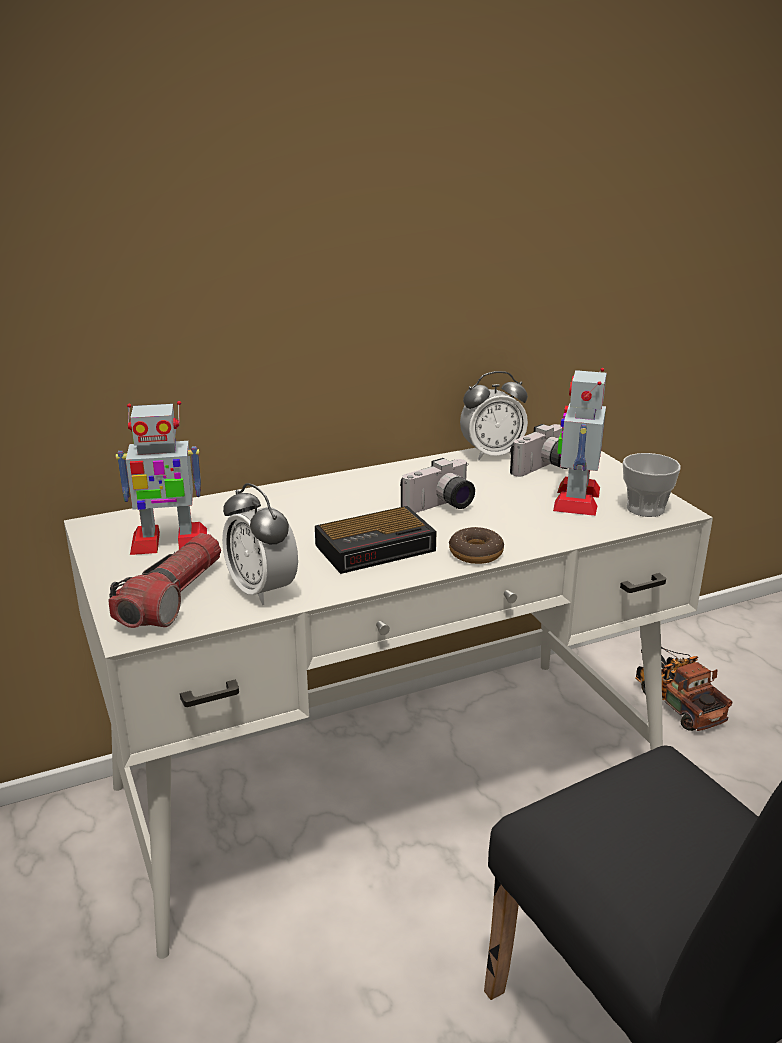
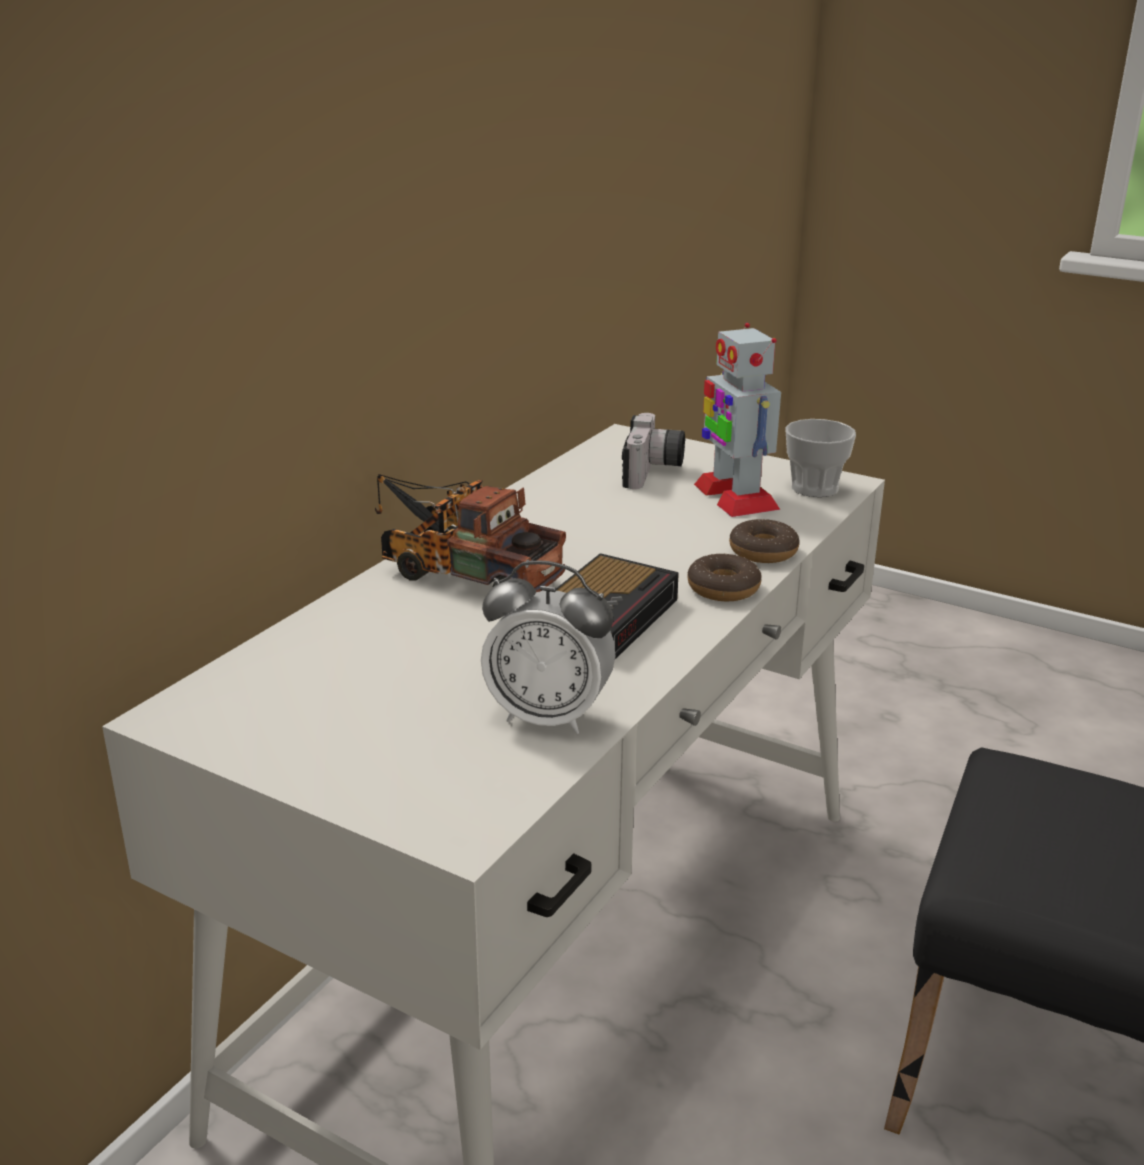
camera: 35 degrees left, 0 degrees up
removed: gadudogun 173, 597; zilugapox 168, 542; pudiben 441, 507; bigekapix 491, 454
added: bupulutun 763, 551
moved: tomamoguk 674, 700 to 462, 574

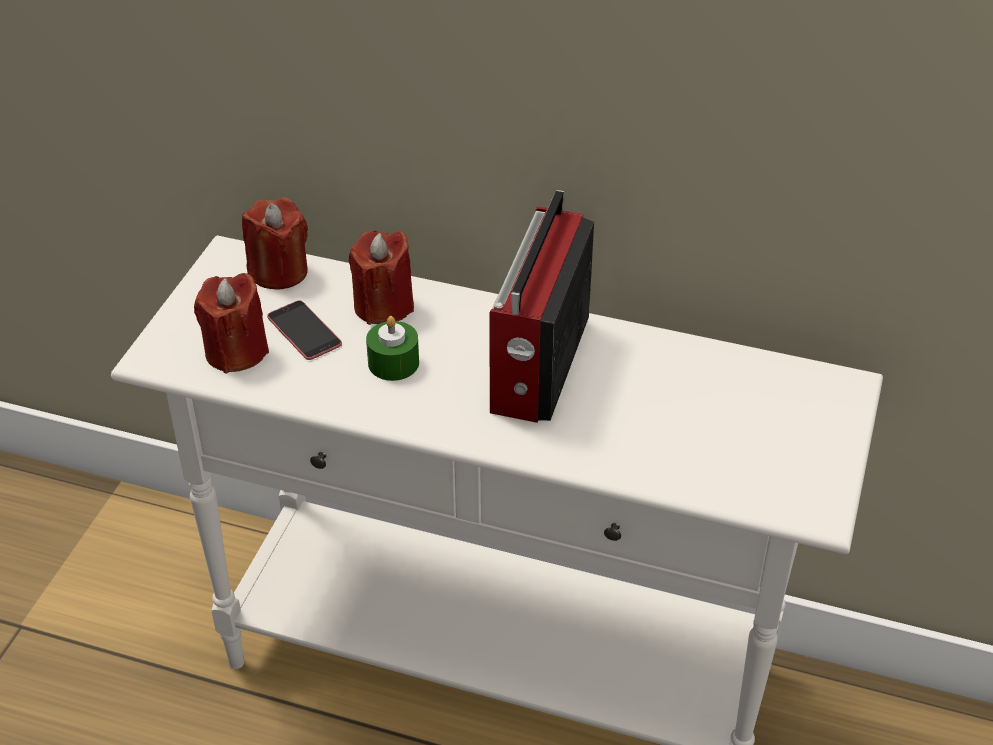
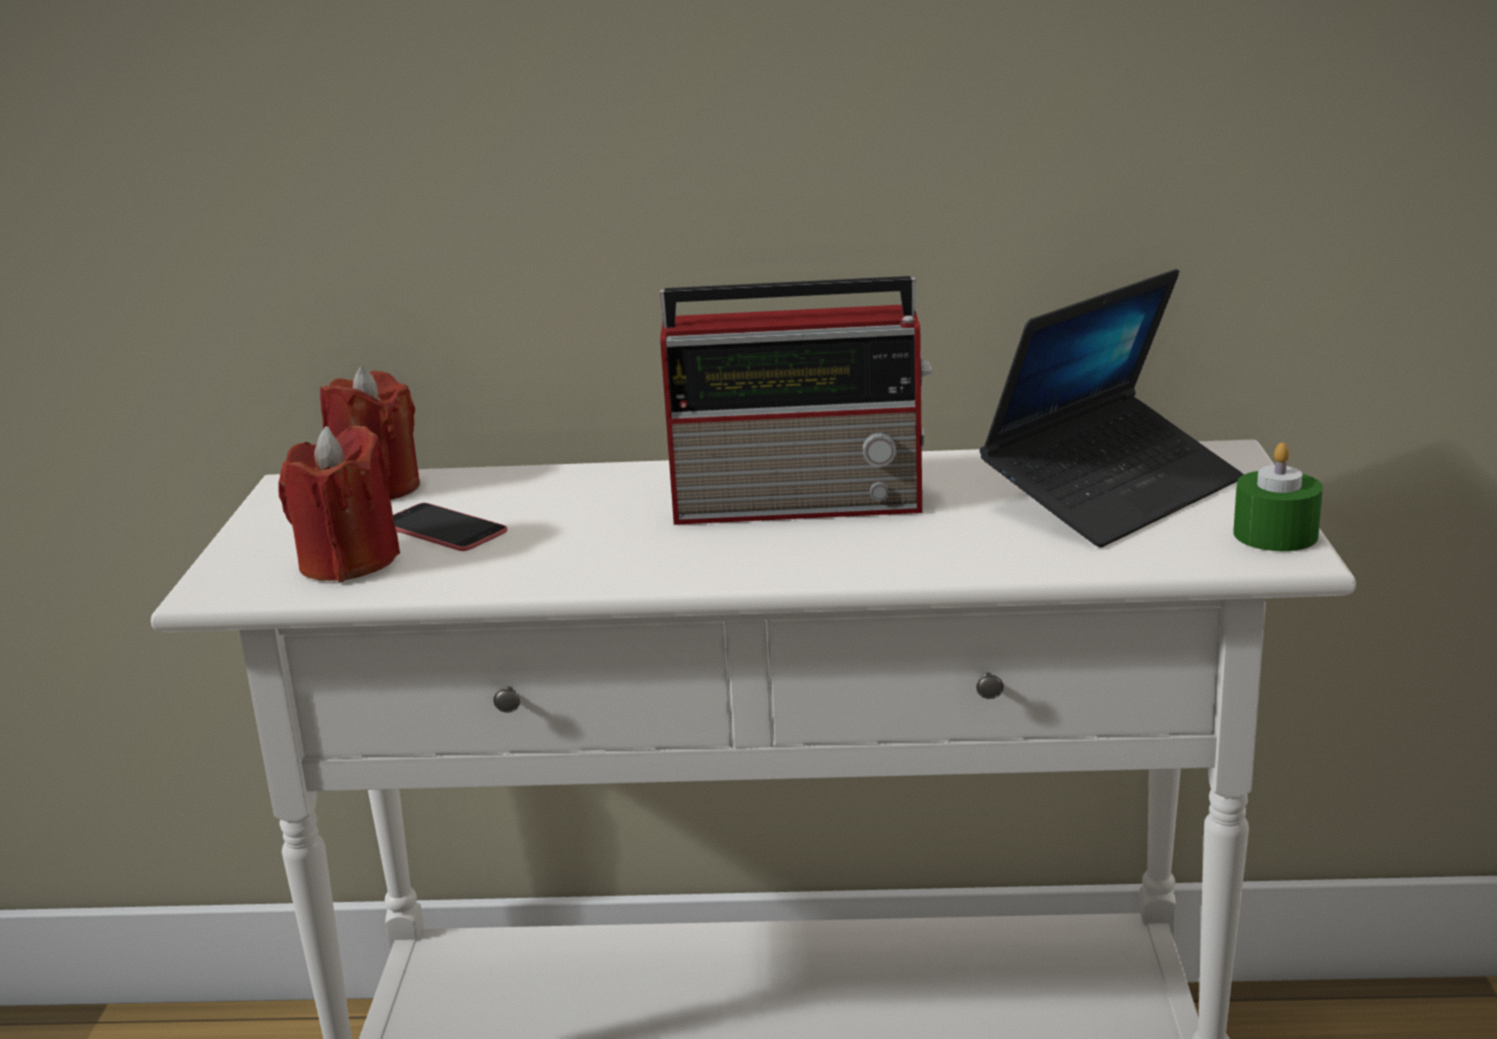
camera: 15 degrees left, 20 degrees down
removed: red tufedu 383, 306
added: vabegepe 1113, 493
moved: green tufedu 393, 363 to 1275, 534
turned: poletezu 537, 365 = 803, 503 90 degrees counterclockwise

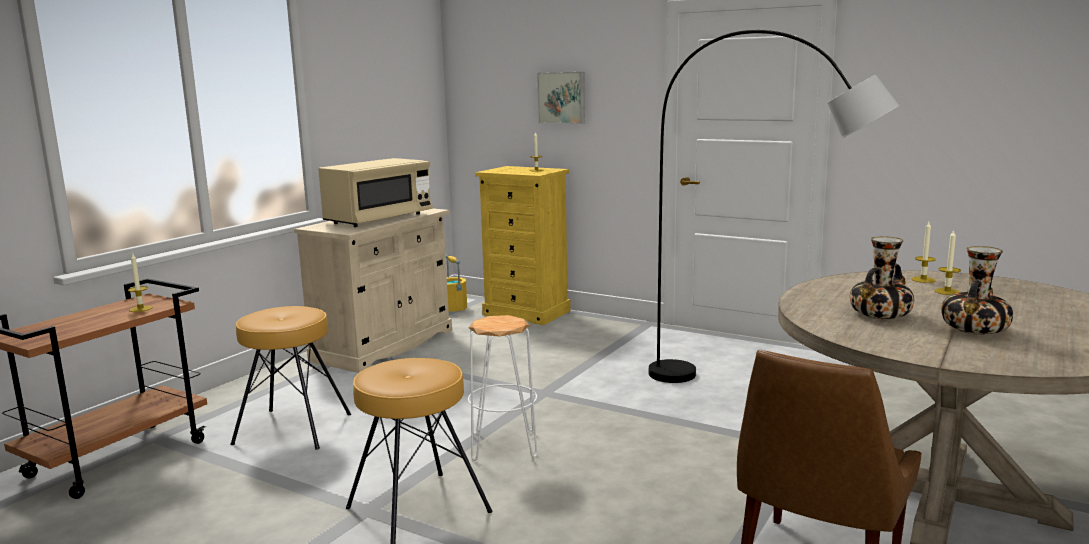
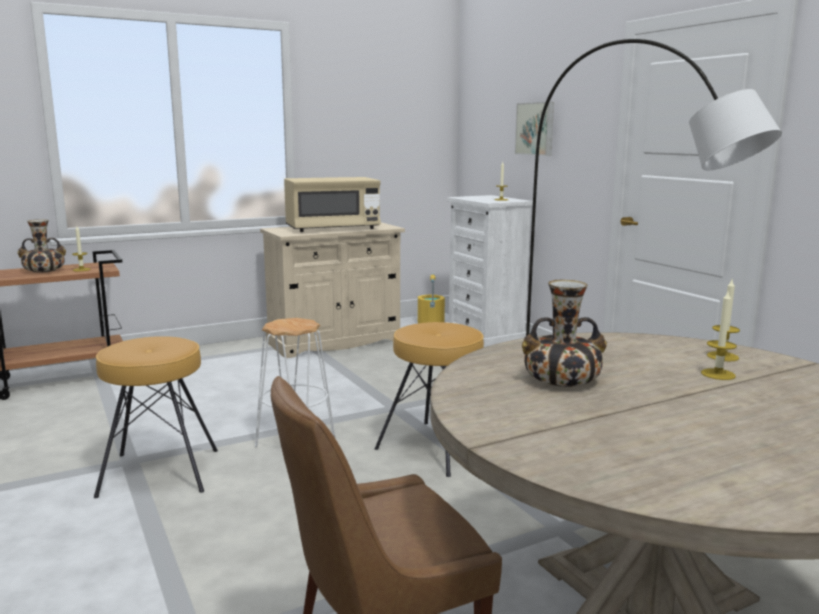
camera: 30 degrees right, 0 degrees up
moved: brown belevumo 293, 428 to 436, 447; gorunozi 975, 329 to 45, 270
recoloured: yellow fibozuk 527, 313 to white fibozuk 486, 338

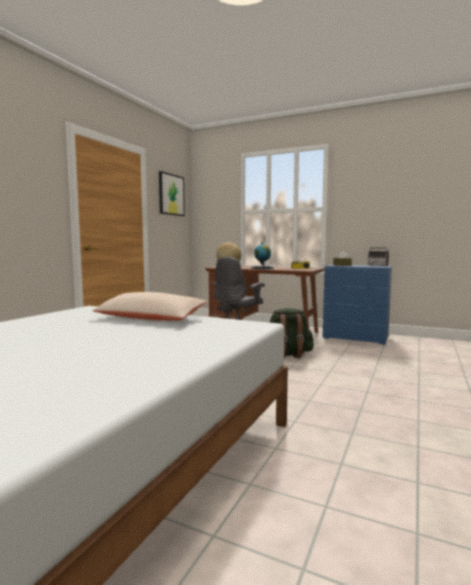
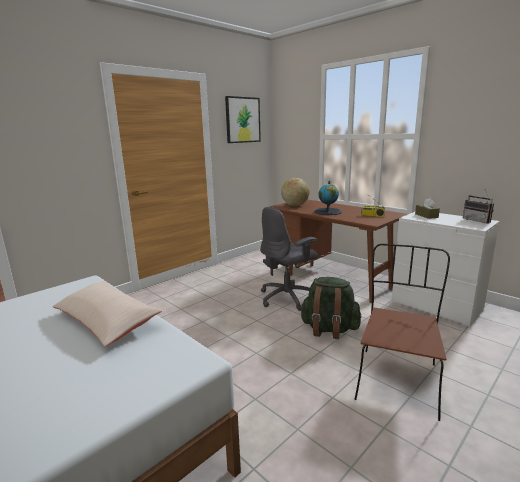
camera: 20 degrees right, 10 degrees up
added: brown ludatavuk 397, 380
recoloured: blue fibozuk 356, 338 to white fibozuk 436, 306

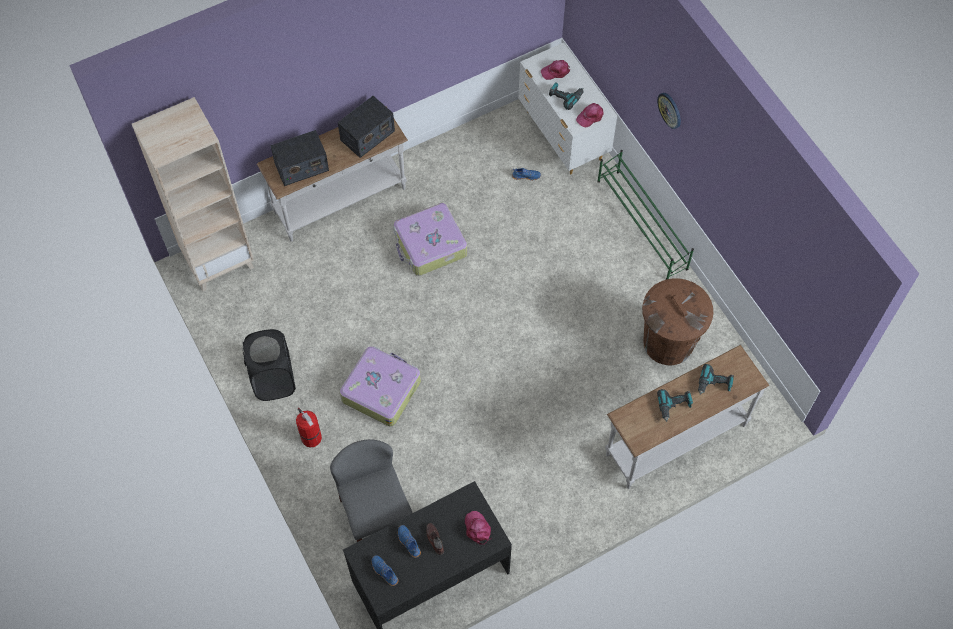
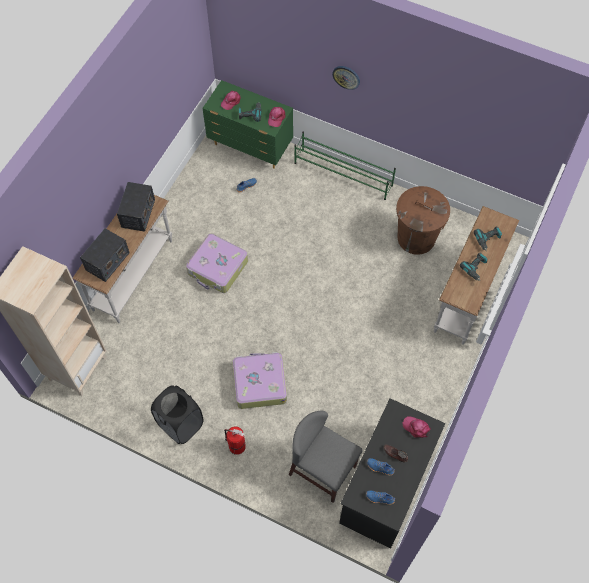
camera: 35 degrees left, 0 degrees up
recoloured: white fibozuk 563, 137 to green fibozuk 251, 147

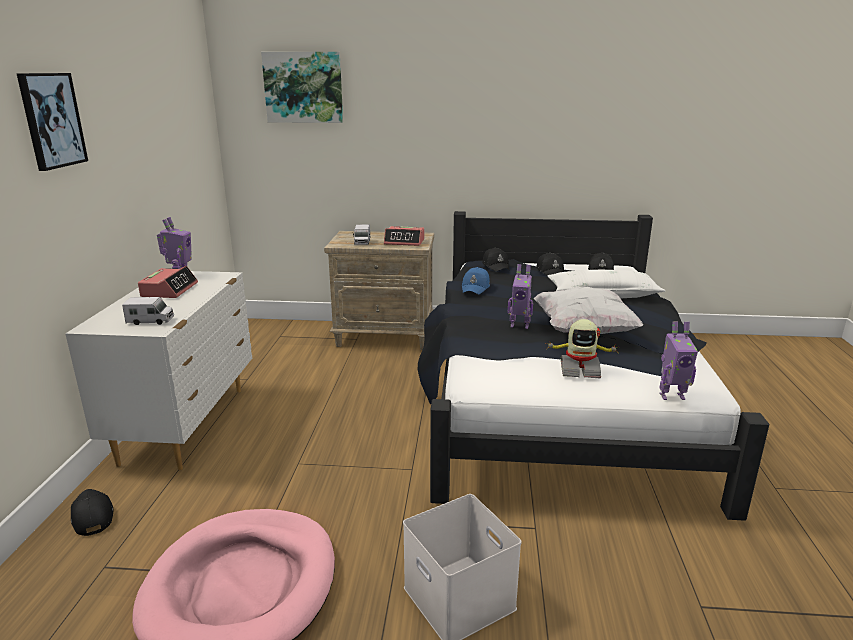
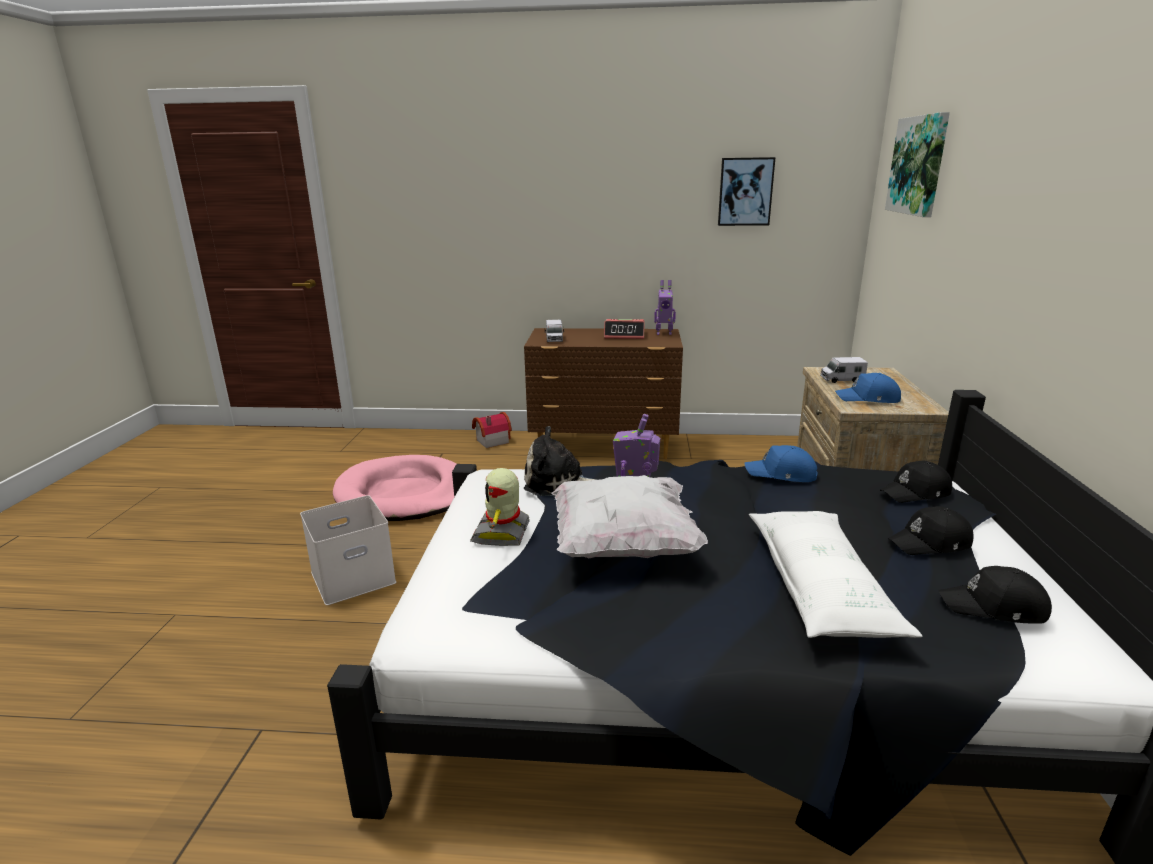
camera: 90 degrees right, 0 degrees up
removed: zilugapox 671, 395
added: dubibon 558, 483
moved: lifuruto 51, 120 to 745, 192
replaced: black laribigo 92, 517 to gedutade 490, 441; bigekapix 404, 242 to blue laribigo 868, 399
recoloured: white fibozuk 187, 424 to brown fibozuk 605, 447

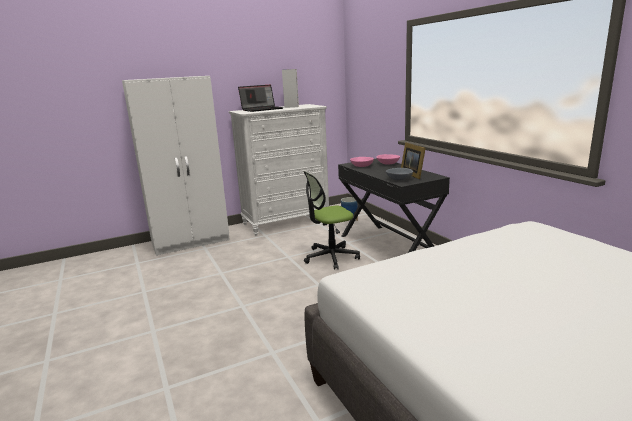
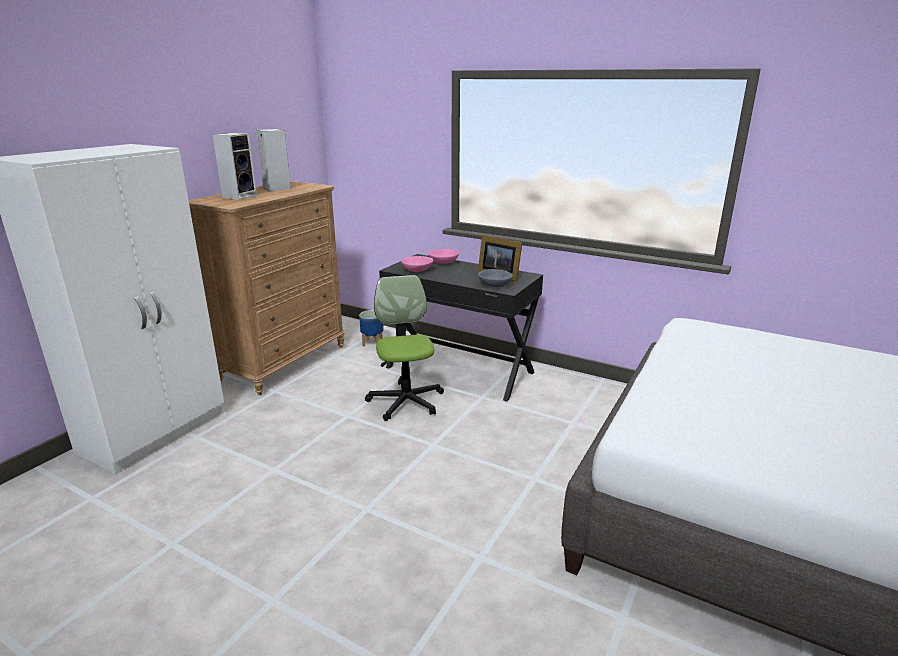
camera: 35 degrees left, 5 degrees up
replaced: vabegepe 262, 109 to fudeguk 240, 196
recoloured: white fibozuk 286, 222 to brown fibozuk 284, 362
turned: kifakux 331, 257 = 406, 401 135 degrees clockwise

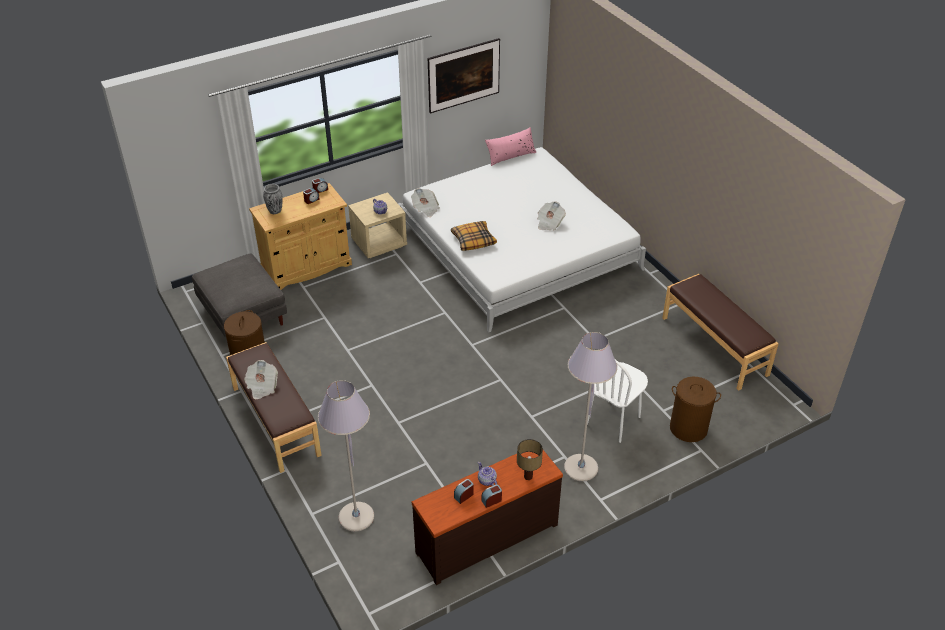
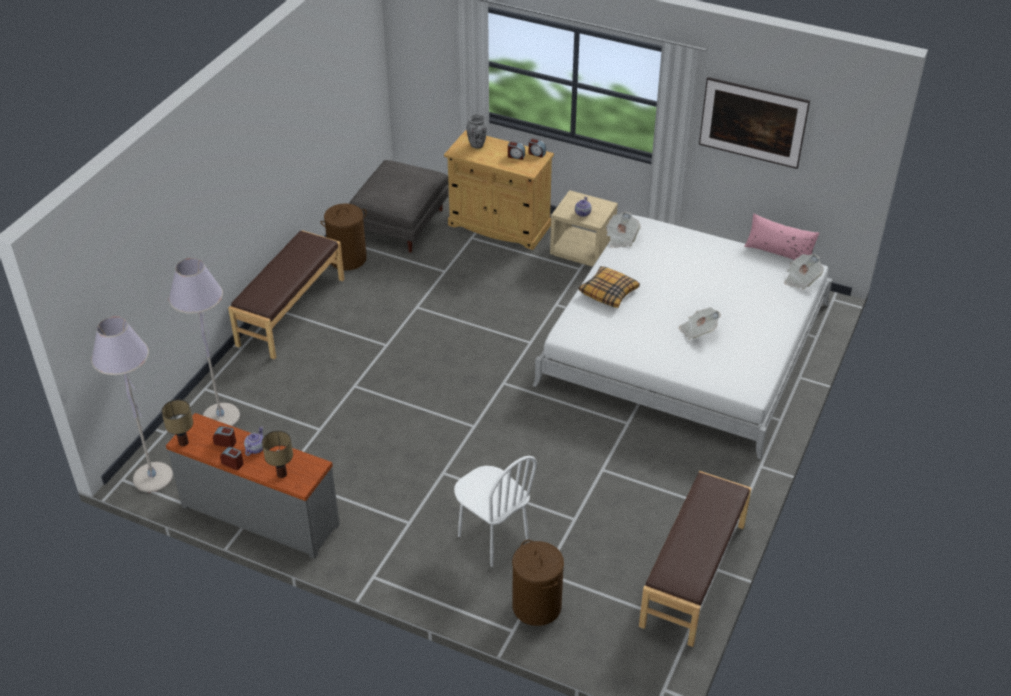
camera: 55 degrees right, 0 degrees up
added: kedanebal 183, 443
moved: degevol 262, 386 to 801, 279; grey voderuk 580, 468 to 153, 477
recoloured: brown fibozuk 486, 537 to grey fibozuk 261, 514
turned: white ludatavuk 613, 421 = 492, 538 135 degrees counterclockwise

